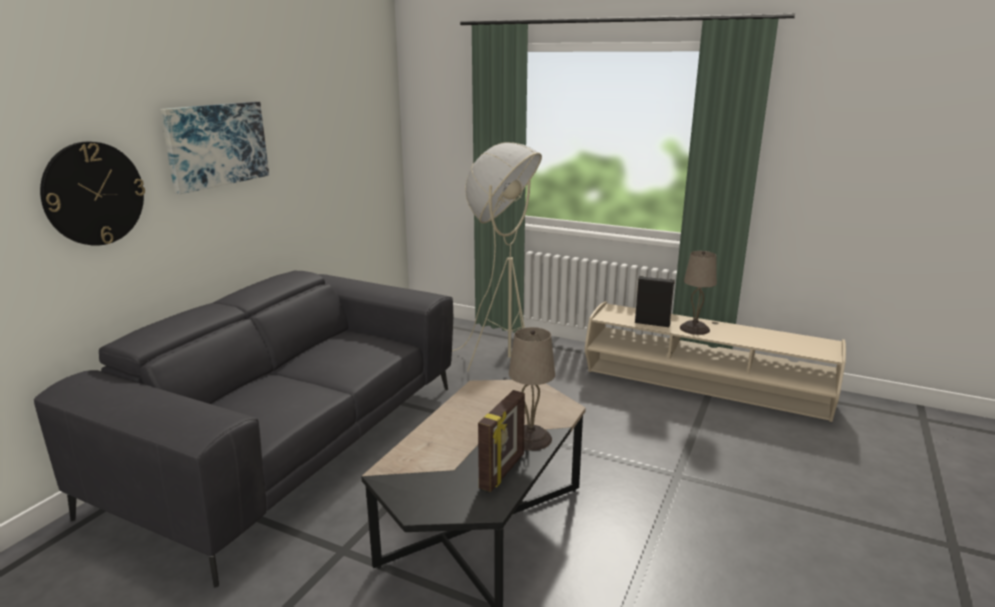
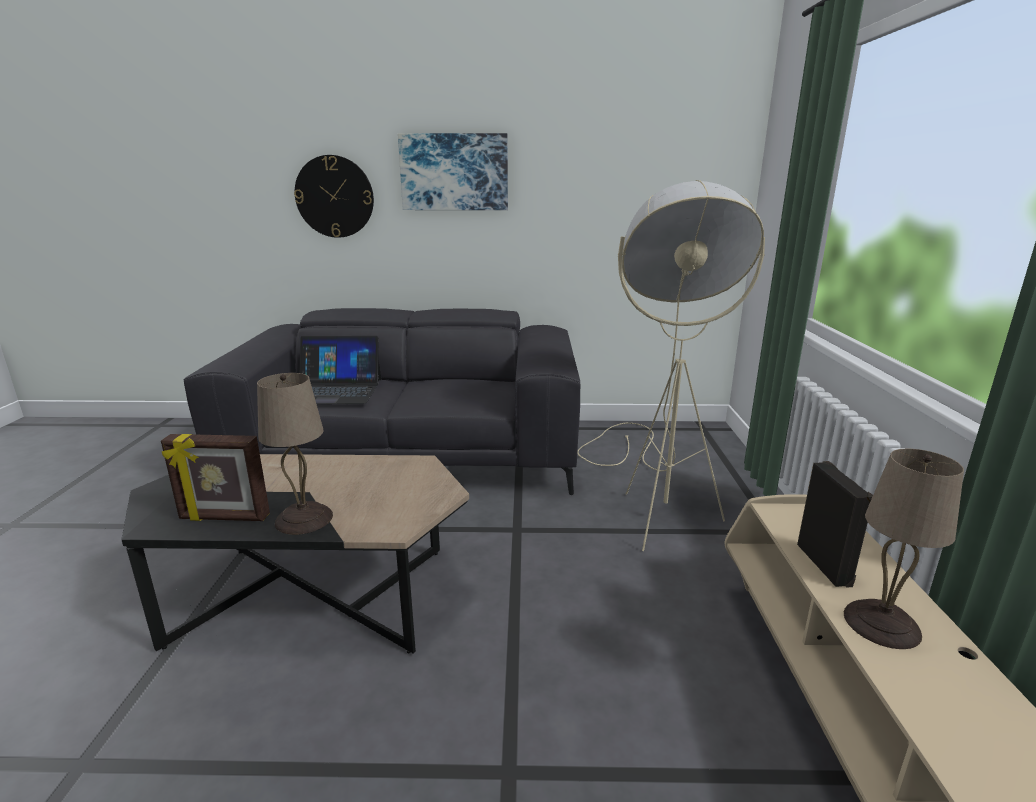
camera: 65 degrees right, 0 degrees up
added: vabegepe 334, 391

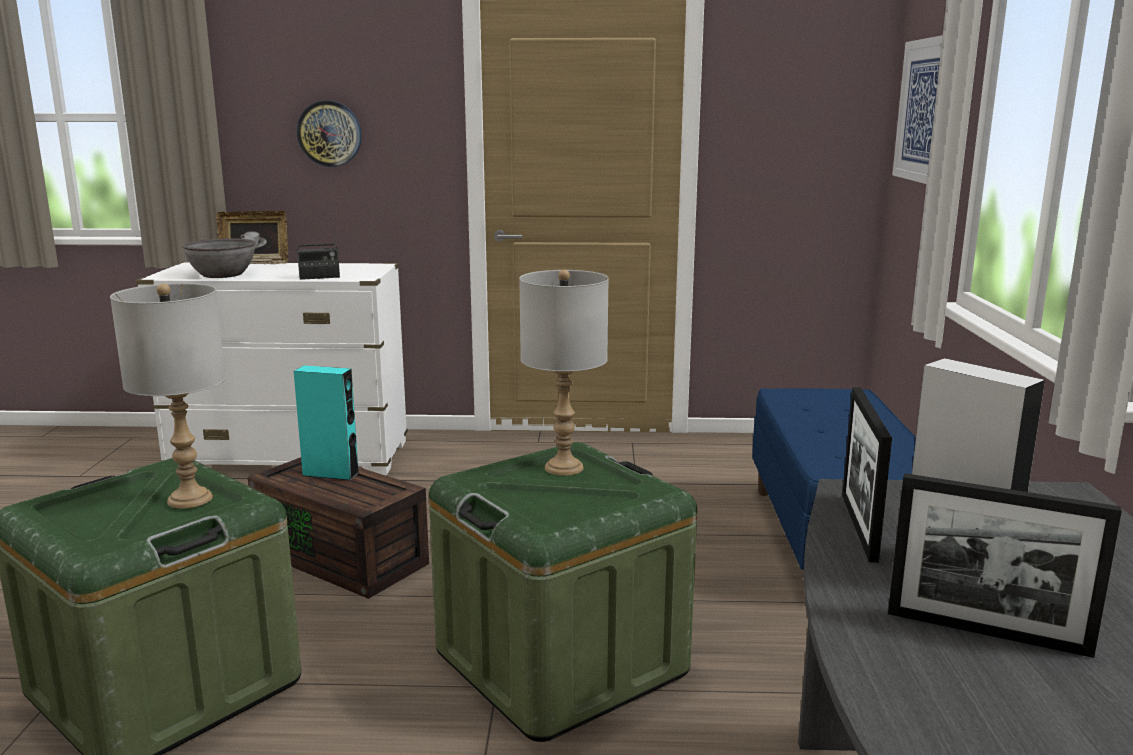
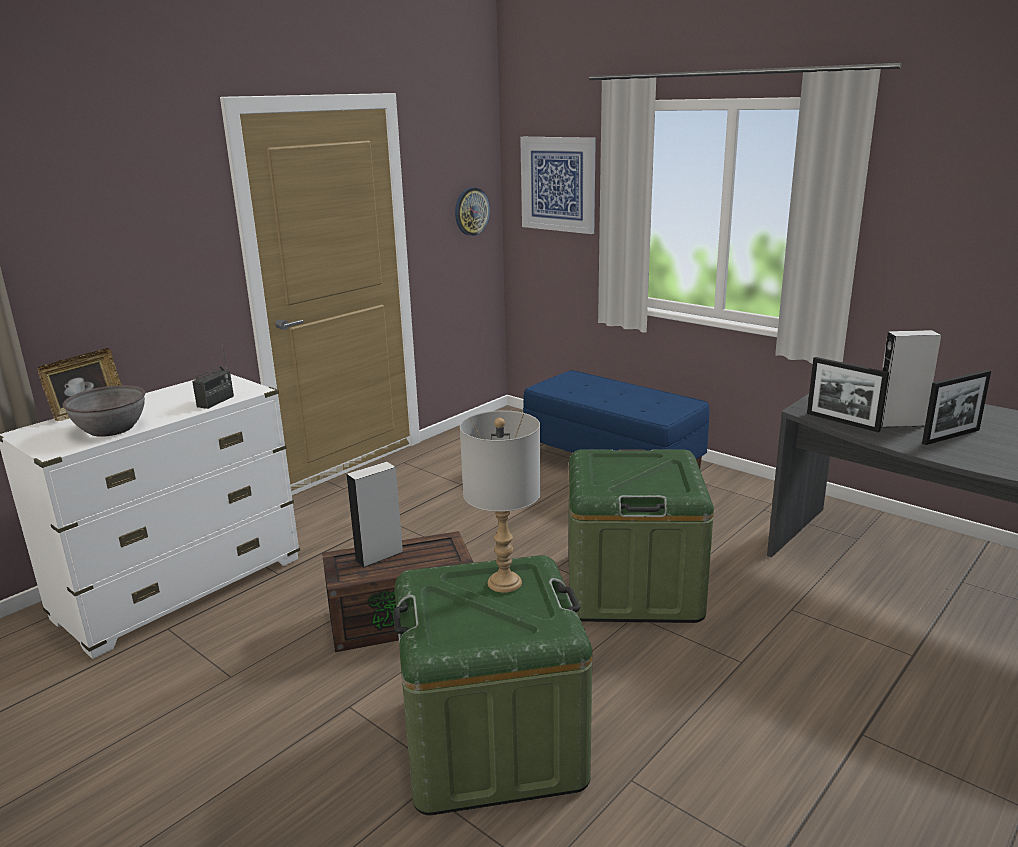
camera: 50 degrees left, 5 degrees up
removed: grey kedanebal 564, 467
moved: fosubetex 329, 133 to 471, 211
recoloured: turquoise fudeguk 330, 474 to grey fudeguk 379, 556

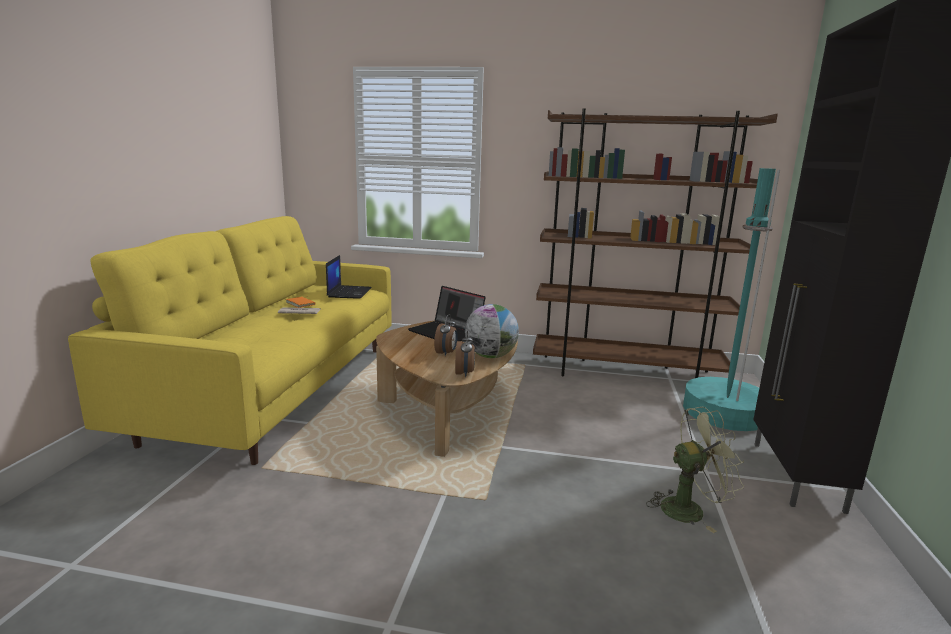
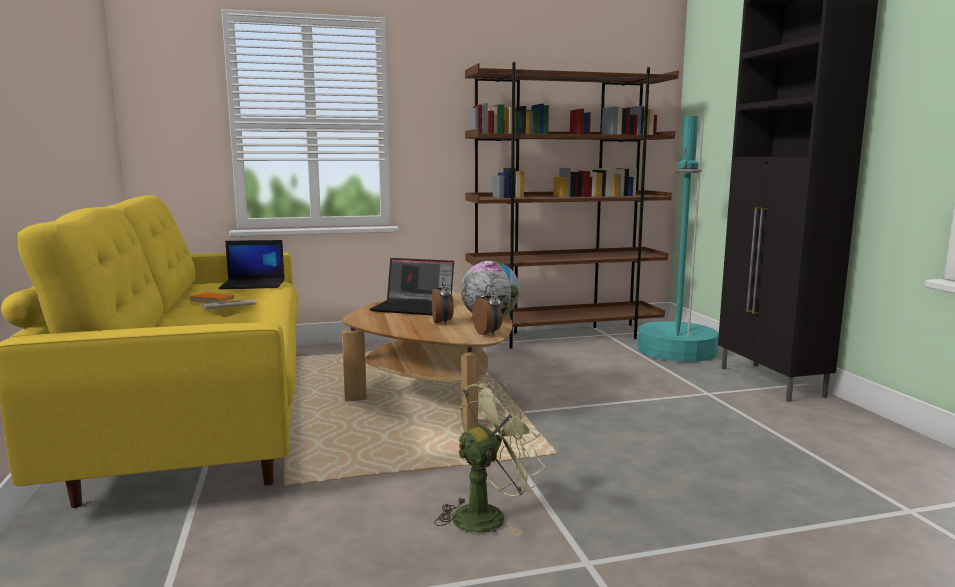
camera: 25 degrees left, 5 degrees down
moved: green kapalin 690, 509 to 488, 515
turned: vabegepe 349, 292 = 254, 284 105 degrees clockwise

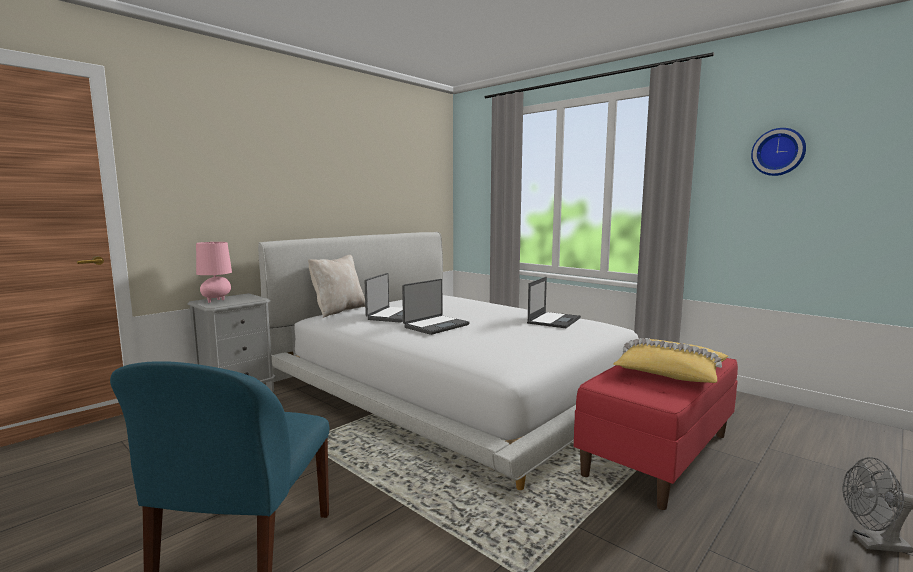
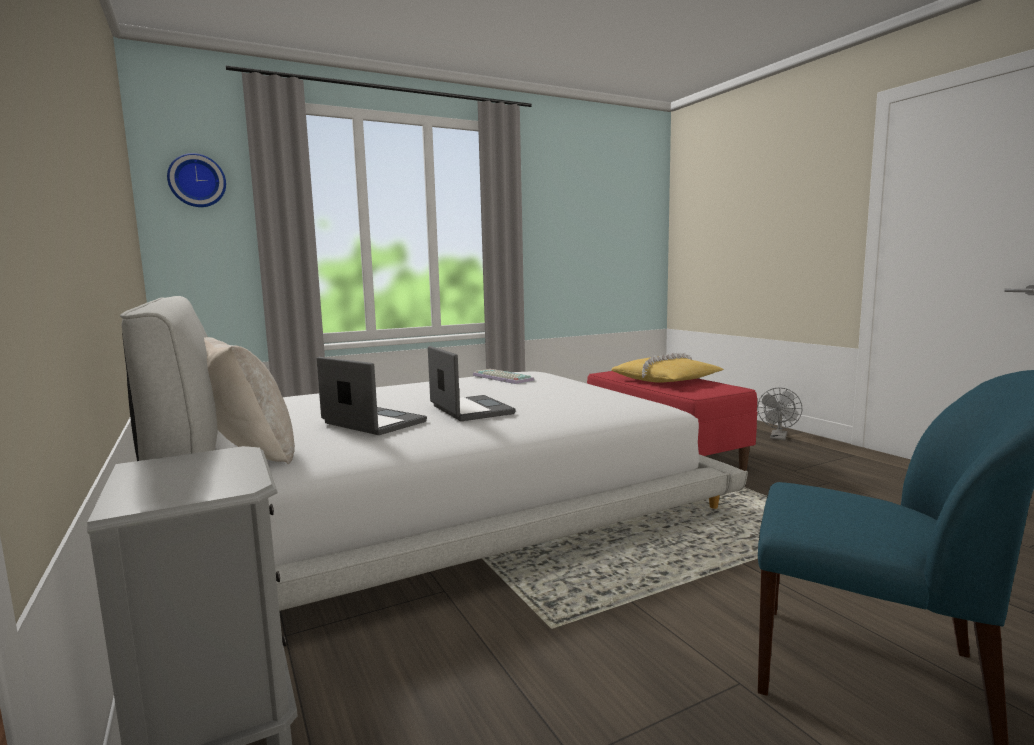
camera: 70 degrees left, 0 degrees up
removed: pink kedanebal 216, 300
moved: fosubetex 778, 152 to 197, 181
replaced: vabegepe 554, 320 to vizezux 501, 378

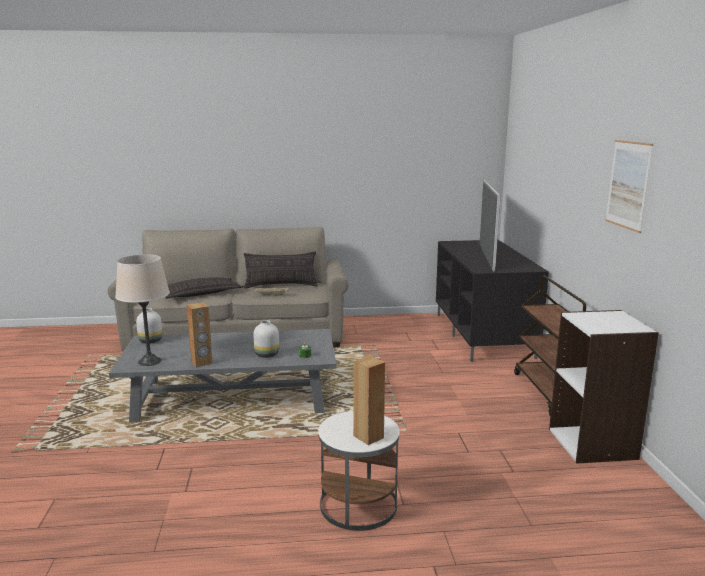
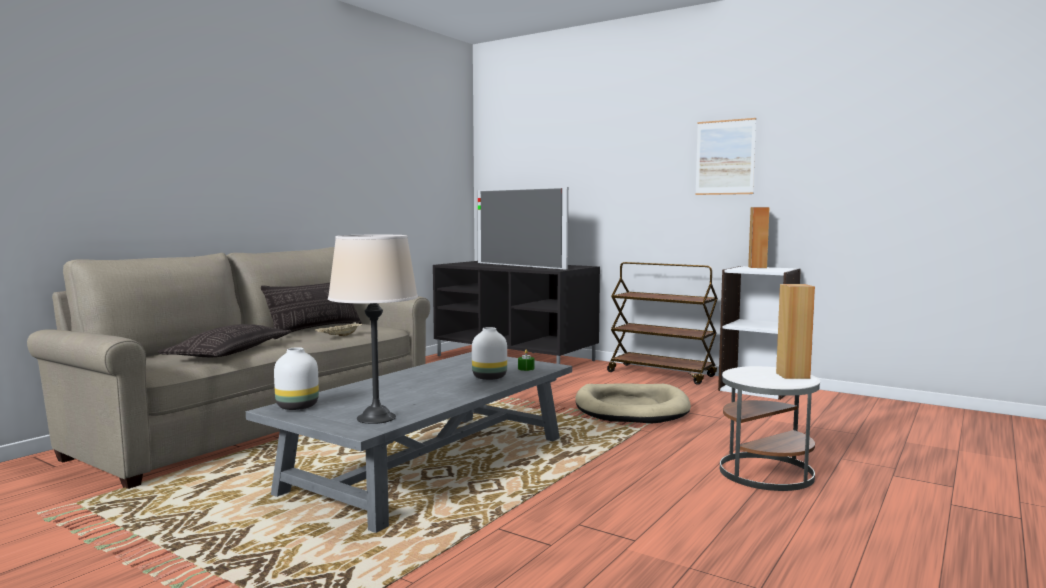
camera: 50 degrees left, 10 degrees down
added: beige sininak 631, 408
moved: brown fudeguk 202, 363 to 757, 267

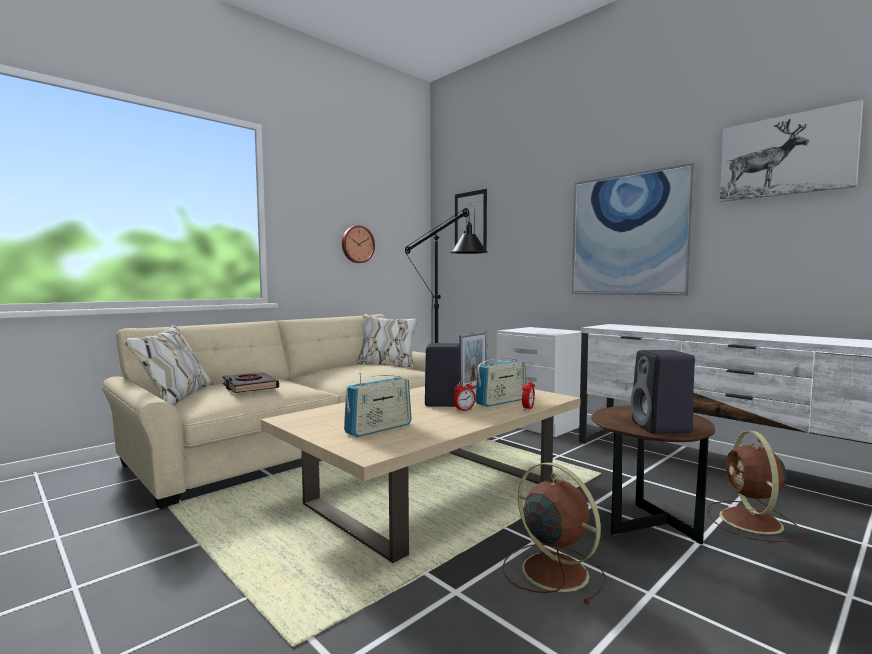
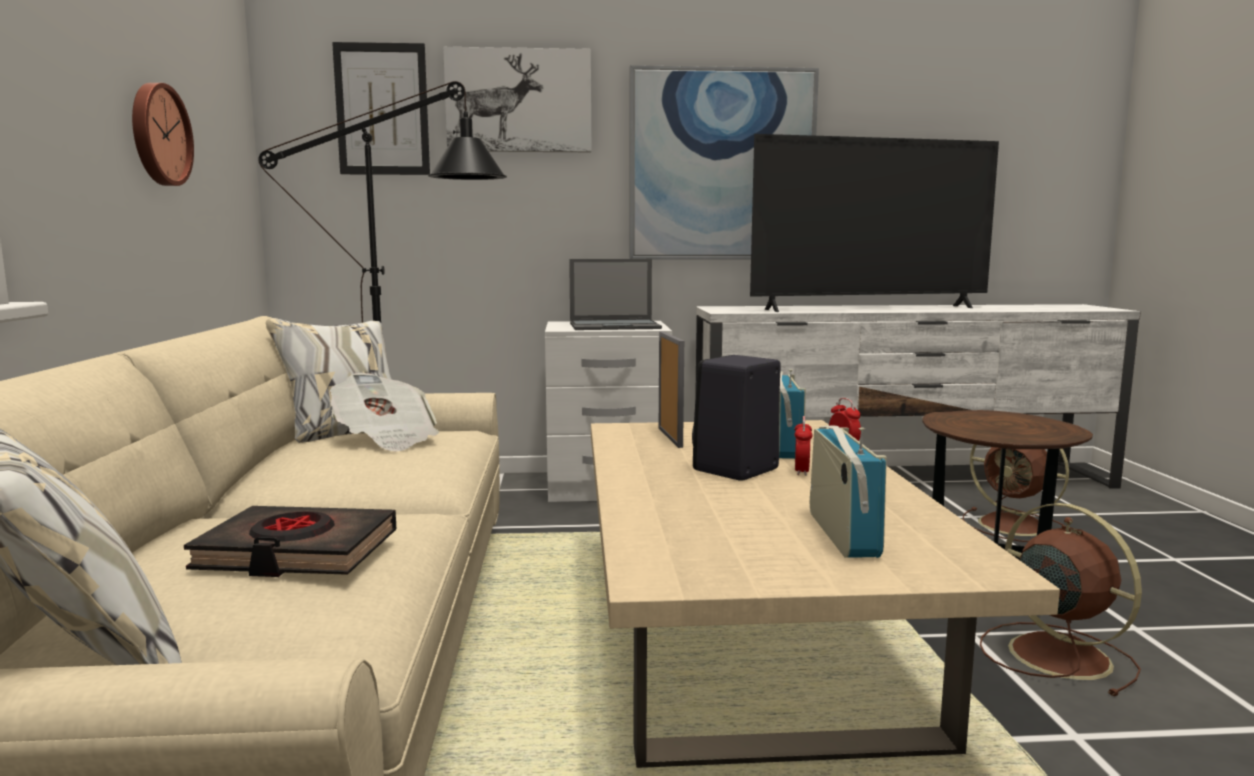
camera: 50 degrees left, 5 degrees up
removed: black fudeguk 662, 428
added: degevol 386, 439; vabegepe 615, 326; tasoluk 869, 308
moved: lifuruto 786, 156 to 519, 101
turned: brown kapalin 552, 570 = 1055, 654 60 degrees clockwise

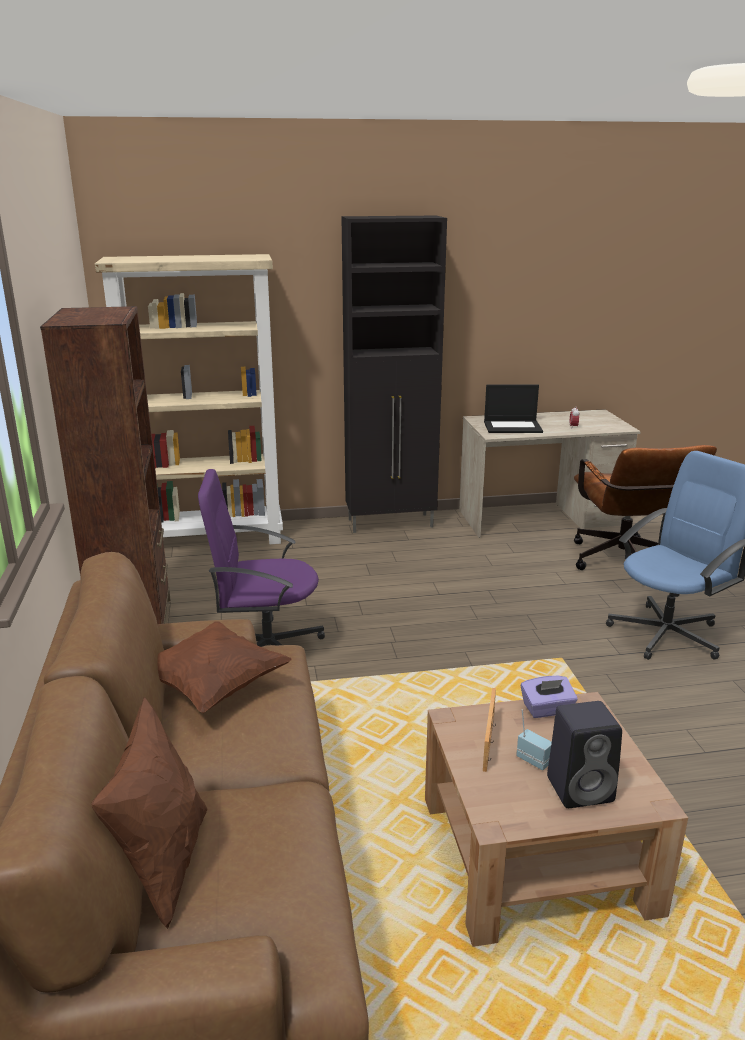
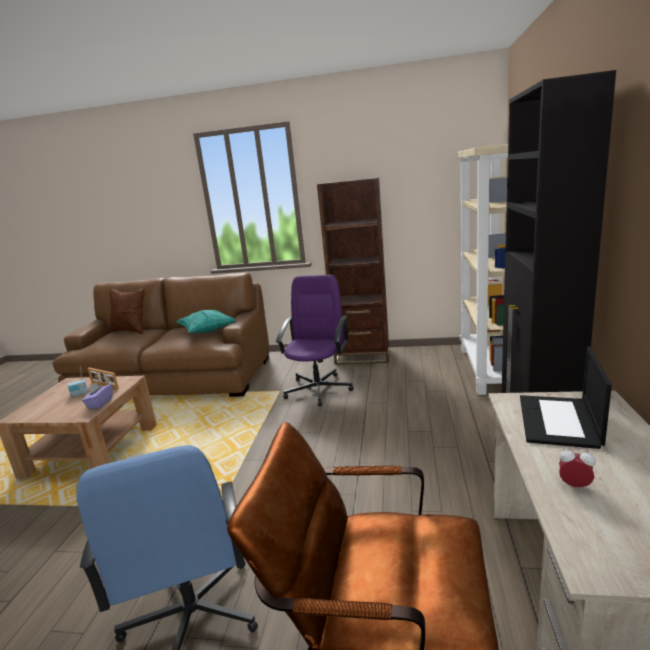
camera: 110 degrees right, 5 degrees down
removed: black fudeguk 581, 788
recoloured: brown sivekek 213, 686 to turquoise sivekek 207, 331

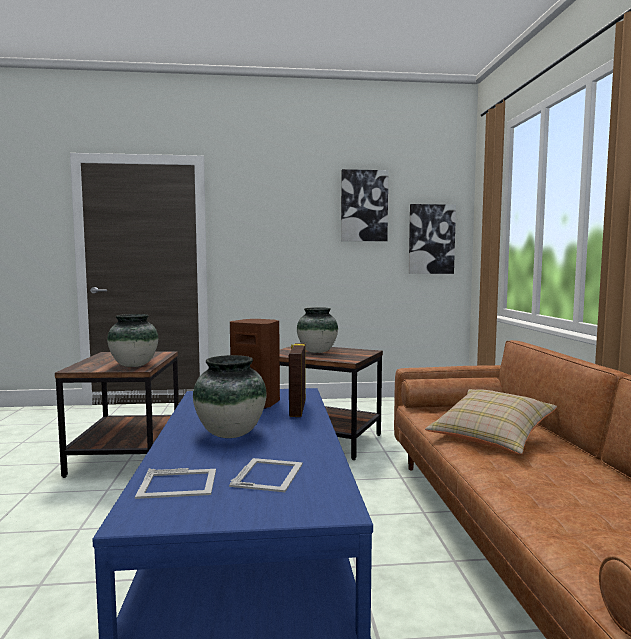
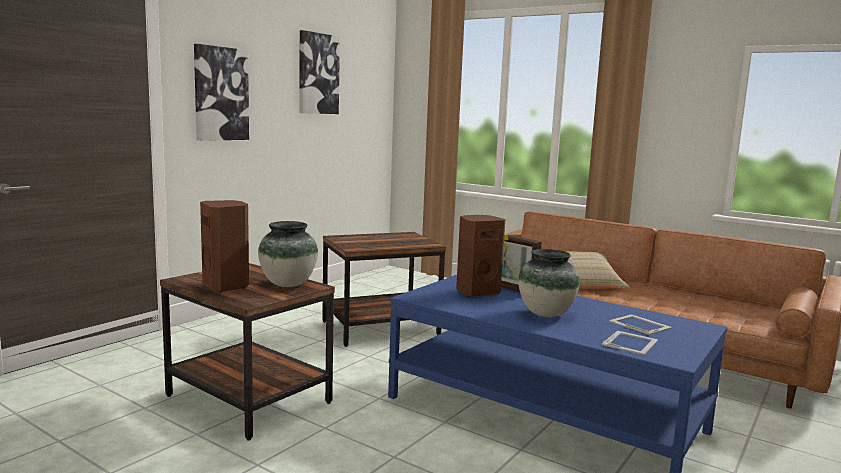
camera: 50 degrees left, 5 degrees up
removed: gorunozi 317, 351
added: brown fudeguk 227, 286
moved: lifuruto 431, 239 to 220, 94

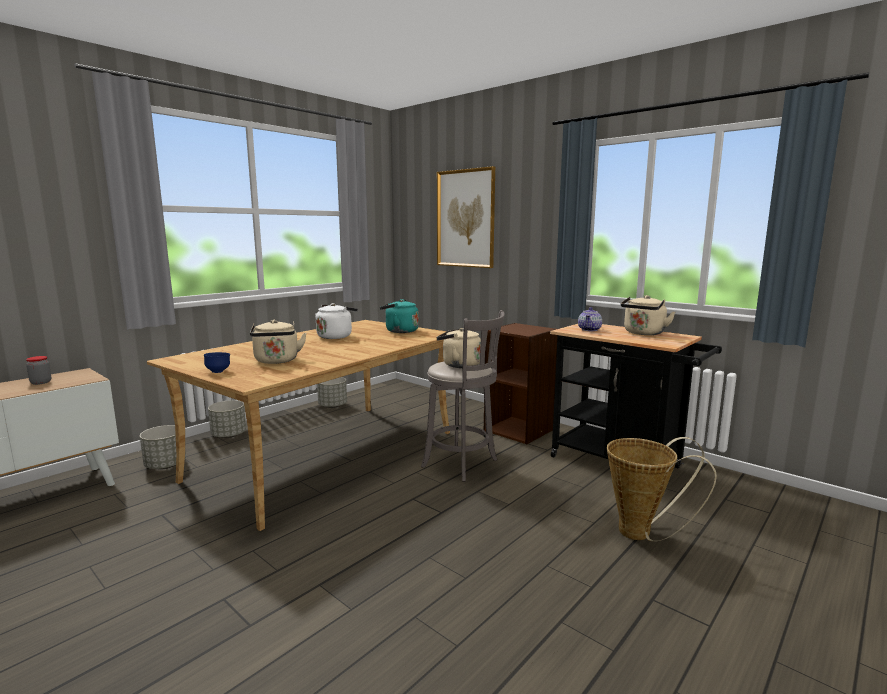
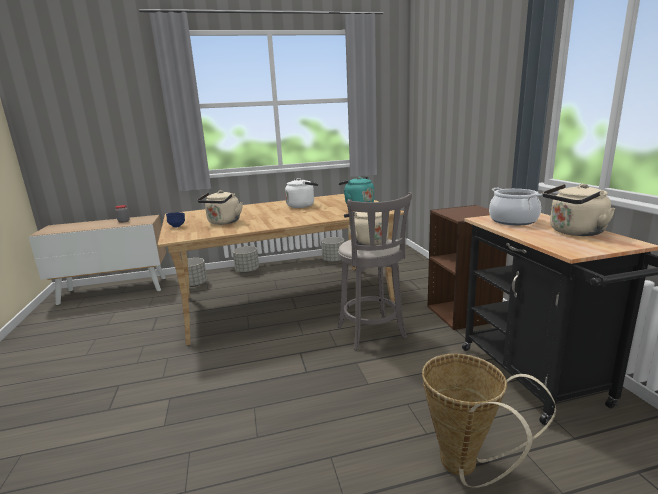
camera: 35 degrees right, 5 degrees up
removed: lifuruto 465, 218
replaced: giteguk 589, 329 to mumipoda 513, 221

